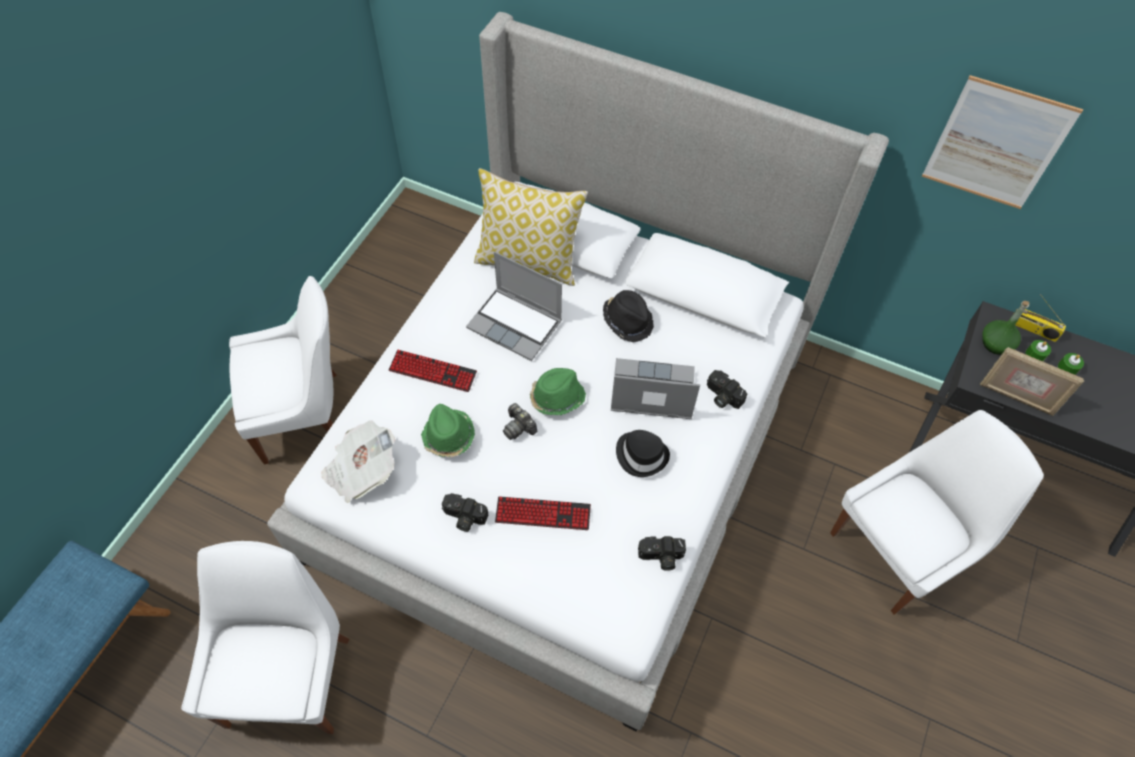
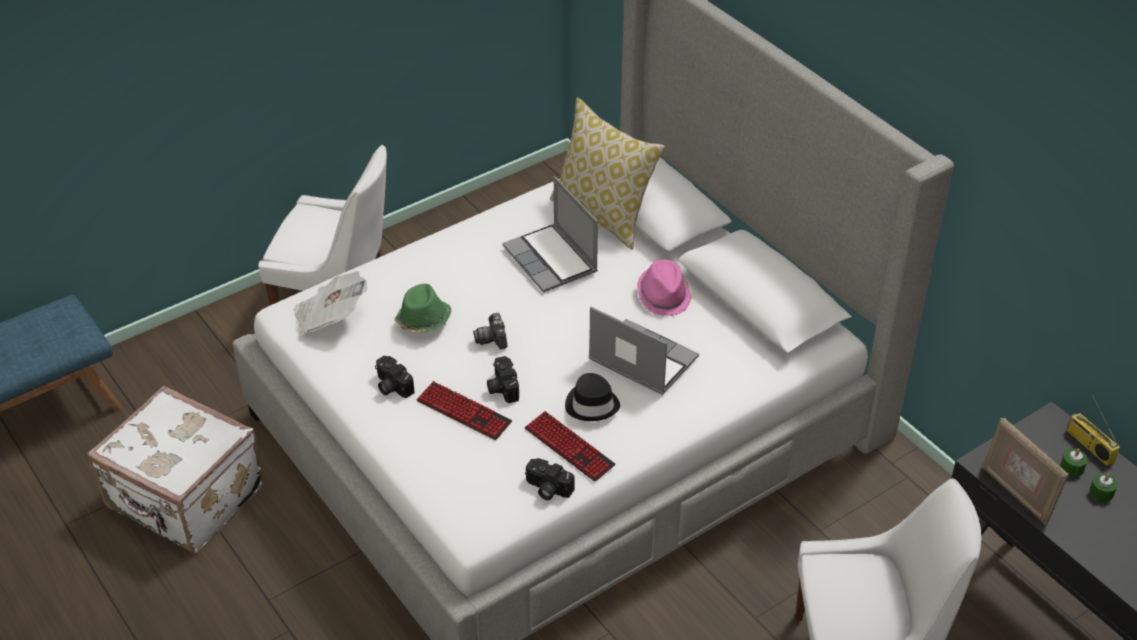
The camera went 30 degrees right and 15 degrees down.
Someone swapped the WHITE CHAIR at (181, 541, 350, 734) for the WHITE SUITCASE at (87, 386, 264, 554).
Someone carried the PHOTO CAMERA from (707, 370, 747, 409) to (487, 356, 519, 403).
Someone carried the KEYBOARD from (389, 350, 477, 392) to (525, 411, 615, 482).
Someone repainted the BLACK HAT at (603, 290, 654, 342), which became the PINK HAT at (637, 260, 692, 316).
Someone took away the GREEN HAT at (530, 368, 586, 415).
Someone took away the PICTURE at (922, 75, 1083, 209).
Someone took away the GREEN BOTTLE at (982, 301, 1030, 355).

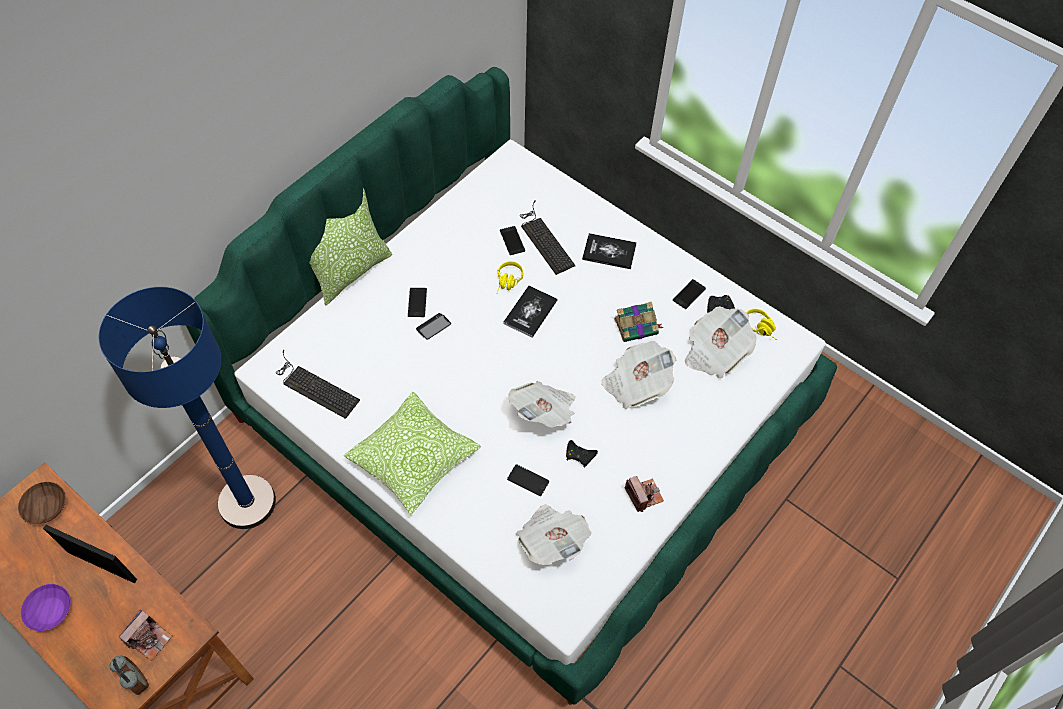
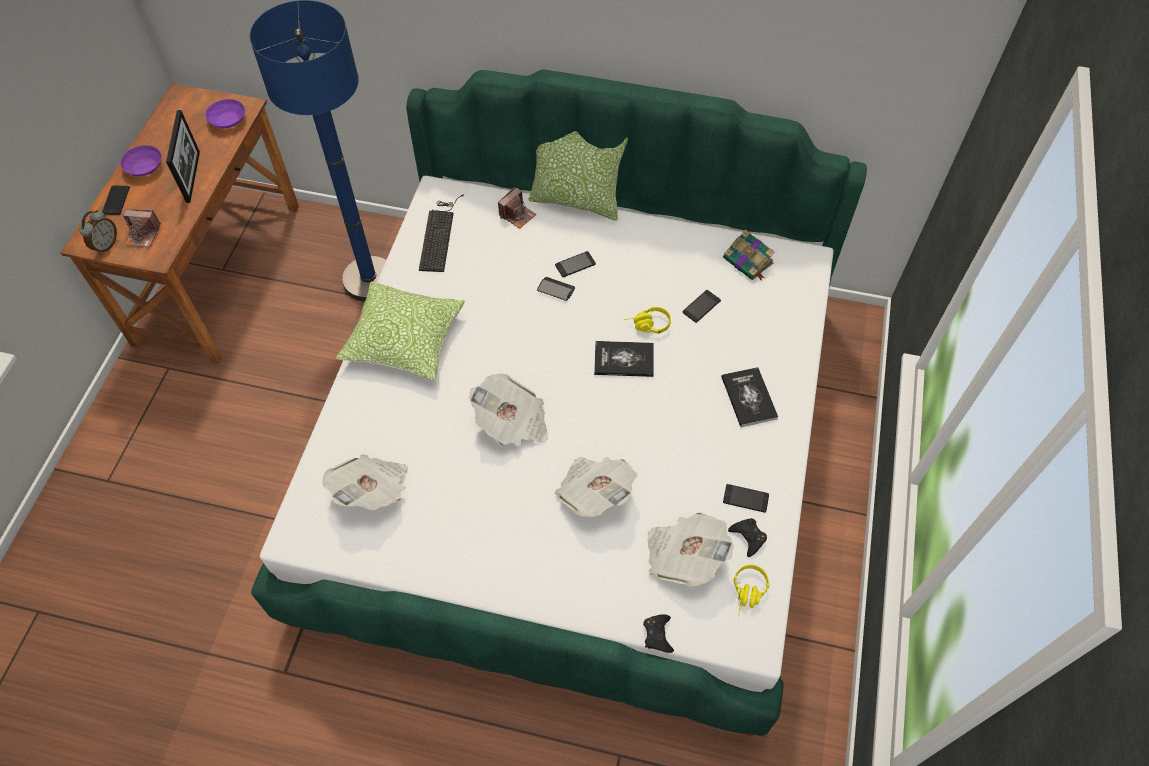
The camera went 65 degrees right and 0 degrees up.
Someone carried the PHONE from (507, 464, 549, 496) to (102, 186, 130, 215).
Someone repainted the BROWN BOWL at (18, 482, 65, 524), which became the PURPLE BOWL at (205, 99, 245, 128).
Someone carried the PHOTO CAMERA from (625, 476, 664, 512) to (498, 187, 536, 229).
Someone carried the BLACK GAME CONTROLLER from (566, 440, 598, 468) to (643, 614, 674, 653).
Someone carried the BOOK from (614, 302, 664, 342) to (723, 229, 775, 281).
Someone took away the KEYBOARD at (520, 201, 575, 275).

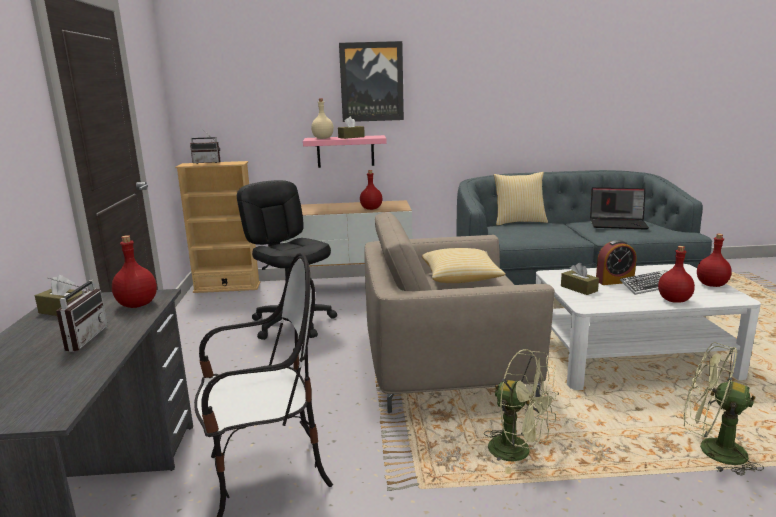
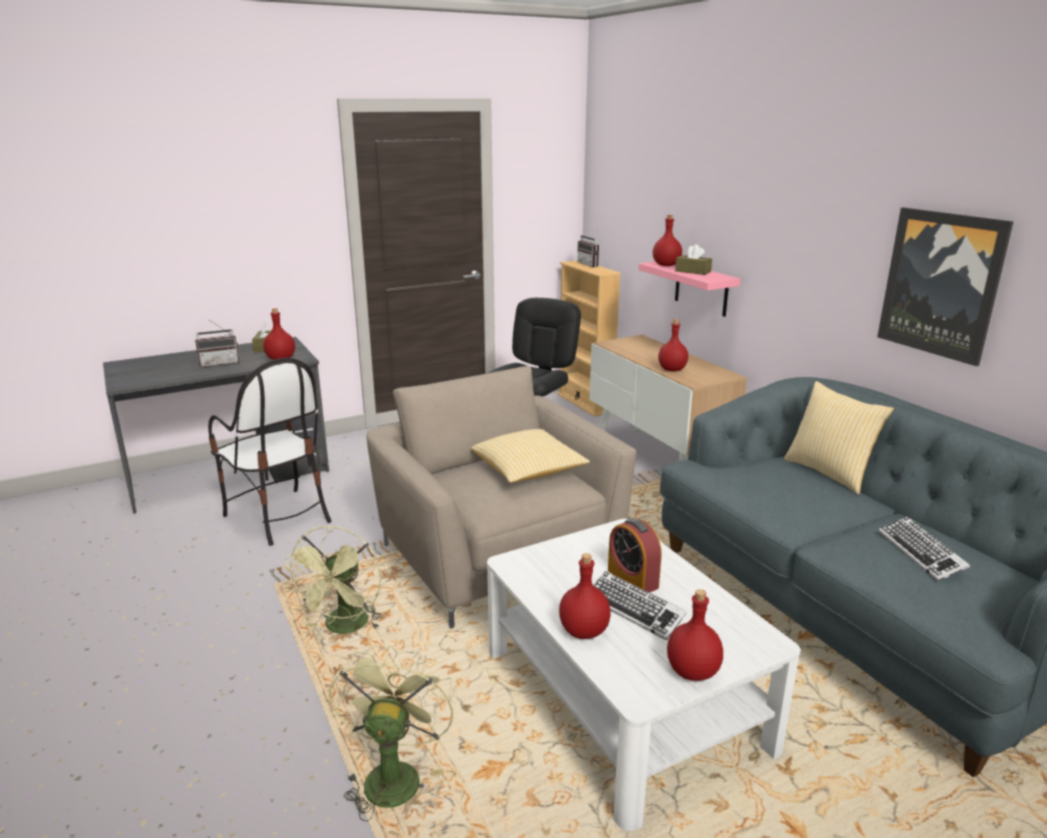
The camera went 65 degrees right and 5 degrees up.
Someone repainted the BEIGE BOTTLE at (311, 98, 334, 139), which became the RED BOTTLE at (653, 214, 682, 266).
Someone carried the PICTURE from (339, 41, 404, 122) to (877, 207, 1014, 366).
Someone swapped the LAPTOP at (590, 187, 649, 230) for the KEYBOARD at (879, 516, 970, 581).
Someone took away the BROWN TISSUE BOX at (561, 263, 599, 295).

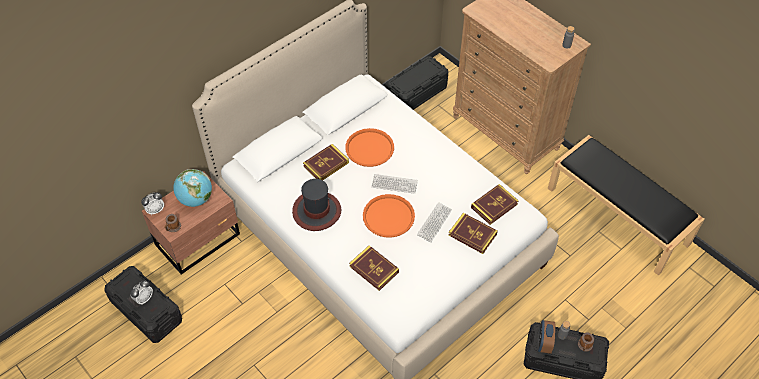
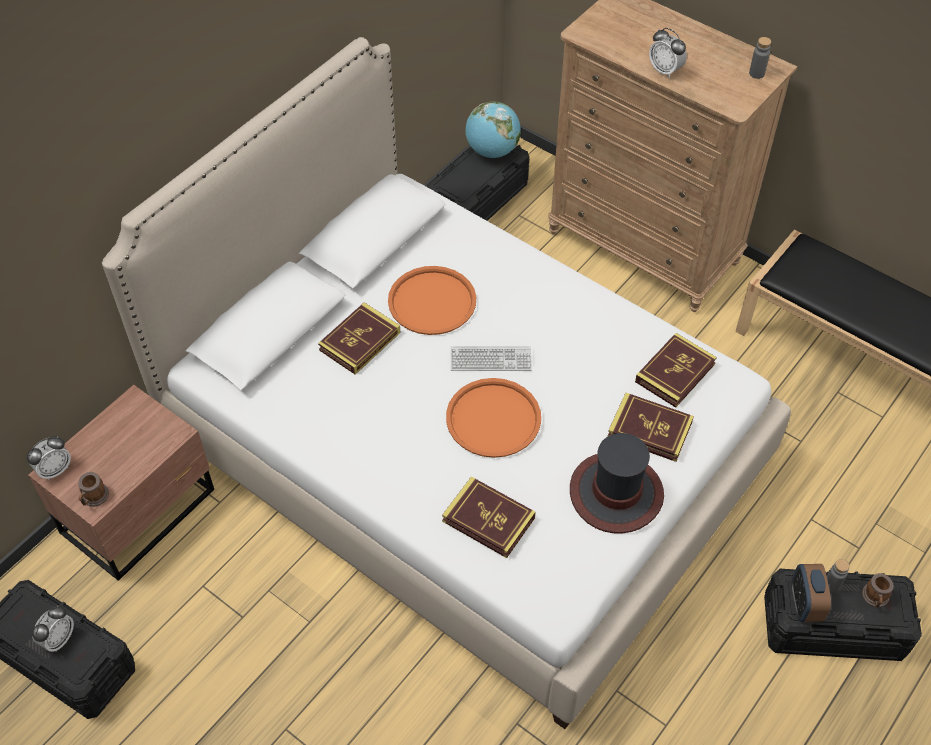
The camera went 10 degrees left and 0 degrees up.
Someone carried the GLOBE from (174, 169, 212, 207) to (465, 102, 521, 158).
Someone carried the HAT from (292, 179, 341, 231) to (570, 433, 664, 534).
Someone put down the ALARM CLOCK at (649, 28, 687, 78).
Someone took away the KEYBOARD at (417, 202, 452, 242).

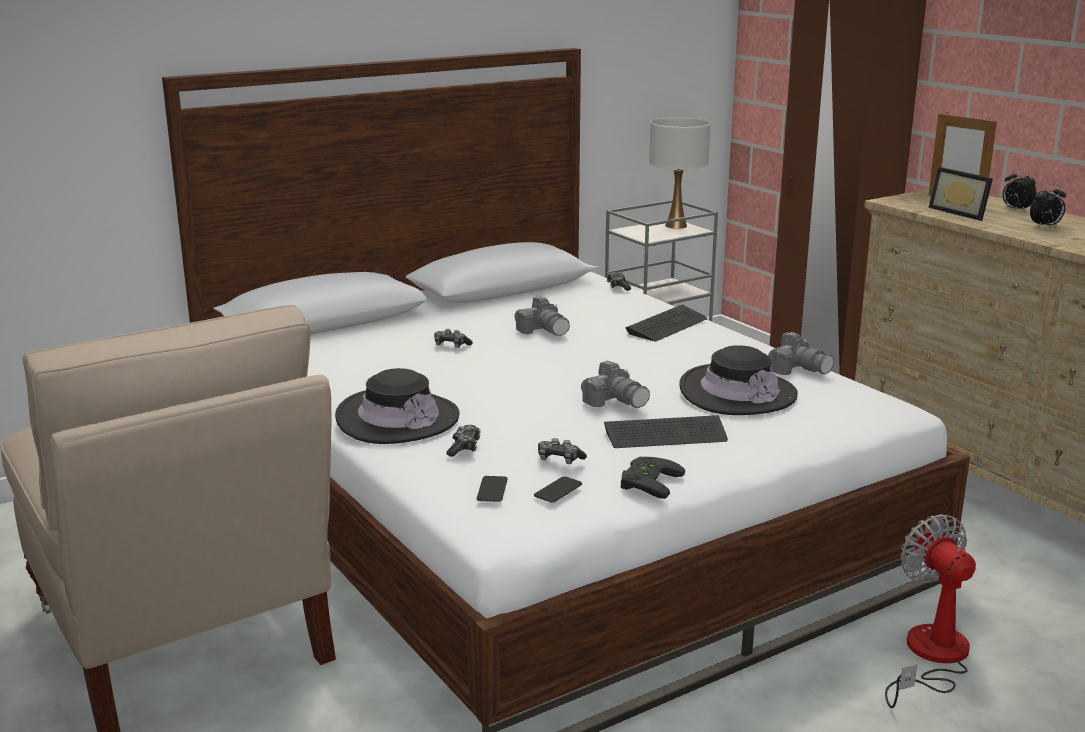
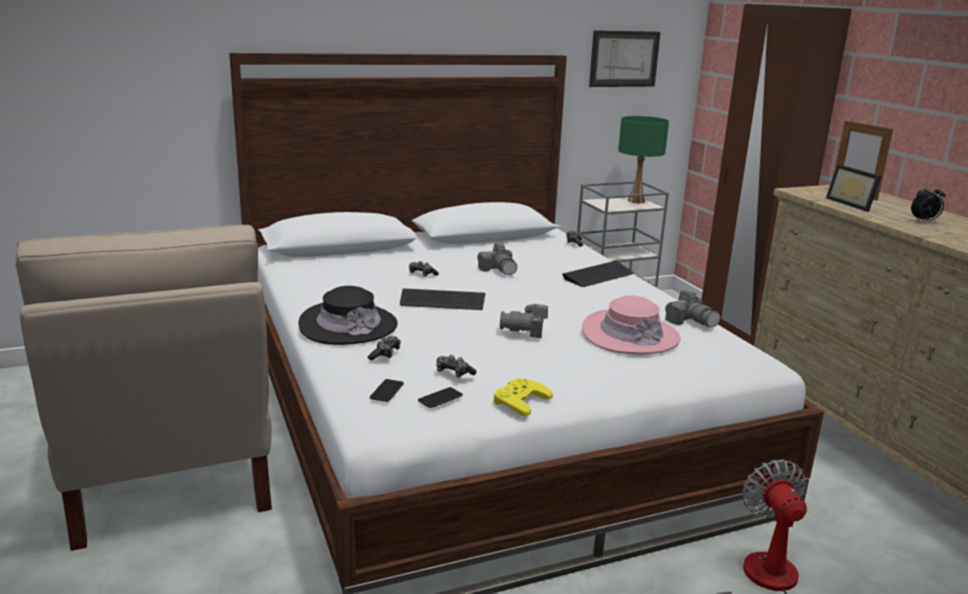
The camera went 10 degrees right and 0 degrees up.
Someone carried the KEYBOARD from (604, 415, 728, 448) to (400, 288, 486, 310).
Someone repainted the BLACK GAME CONTROLLER at (621, 457, 685, 499), which became the YELLOW GAME CONTROLLER at (493, 378, 553, 417).
Someone rotated the PHOTO CAMERA at (581, 361, 650, 408) by 120 degrees clockwise.
Someone repainted the BLACK HAT at (679, 345, 798, 415), which became the PINK HAT at (582, 295, 680, 354).
Someone put up the PICTURE at (589, 30, 661, 87).
Someone repainted the WHITE TABLE LAMP at (649, 117, 711, 229), which became the GREEN TABLE LAMP at (618, 116, 669, 203).
Someone took away the ALARM CLOCK at (1002, 169, 1037, 212).

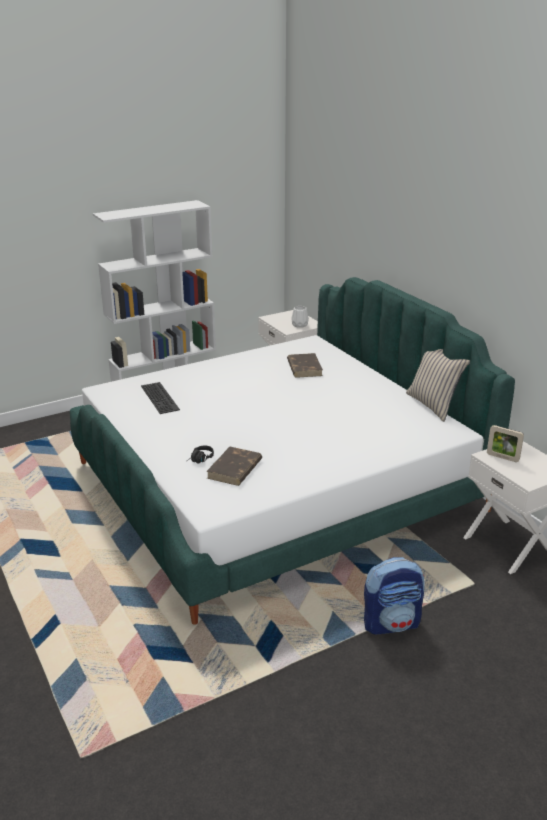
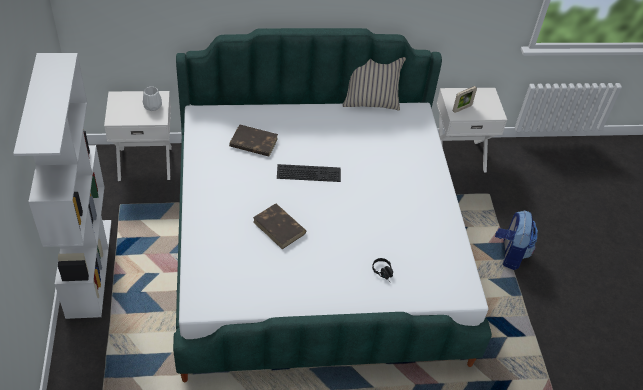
The camera went 70 degrees left and 20 degrees up.
Someone carried the BROWN BOOK from (206, 447, 262, 486) to (253, 204, 306, 249).
Someone carried the KEYBOARD from (141, 382, 180, 414) to (277, 164, 341, 182).

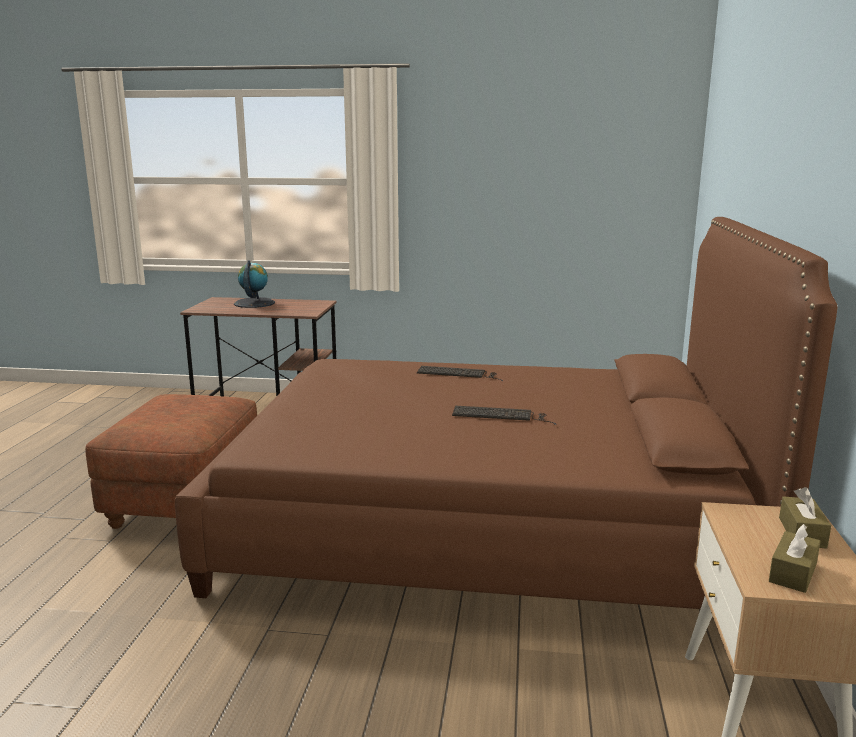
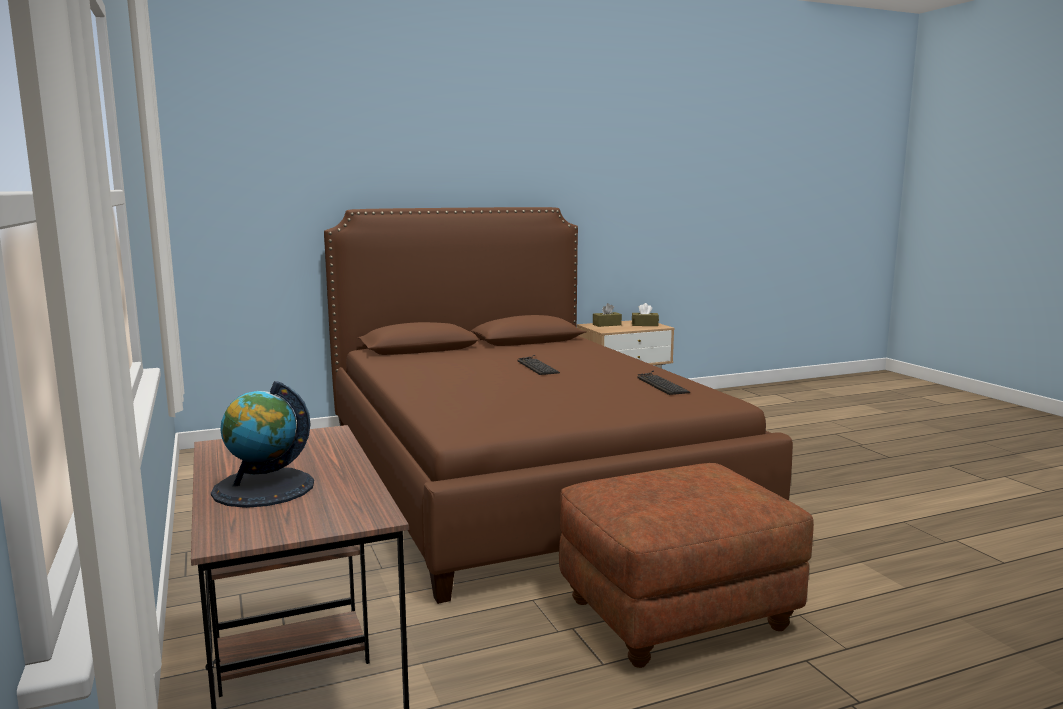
The camera went 120 degrees left and 5 degrees down.
Someone carried the KEYBOARD from (417, 366, 503, 381) to (637, 370, 690, 395).

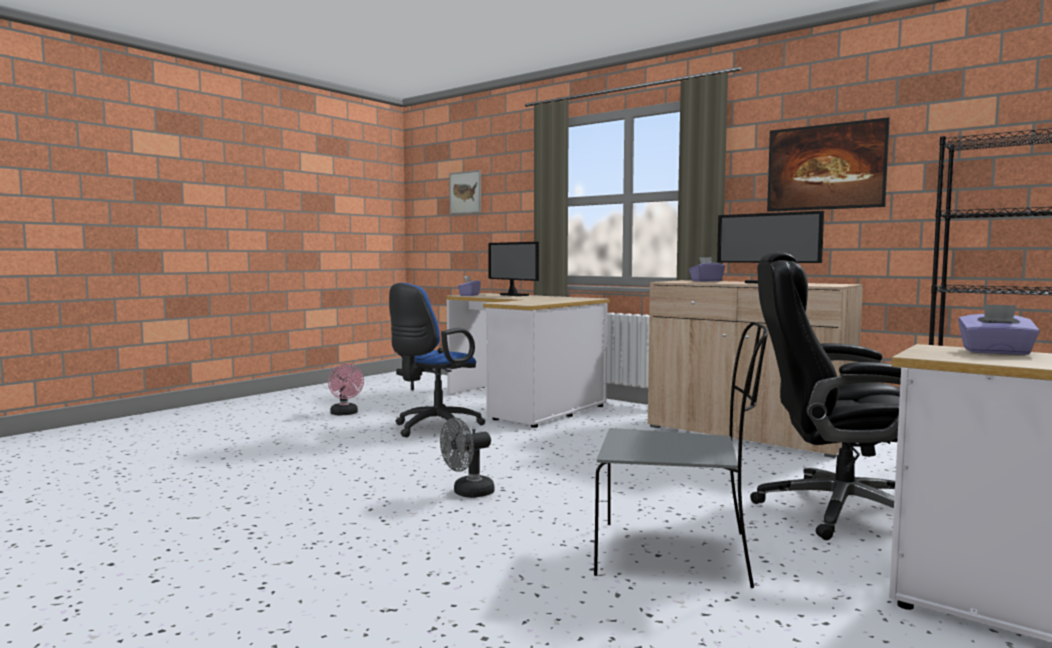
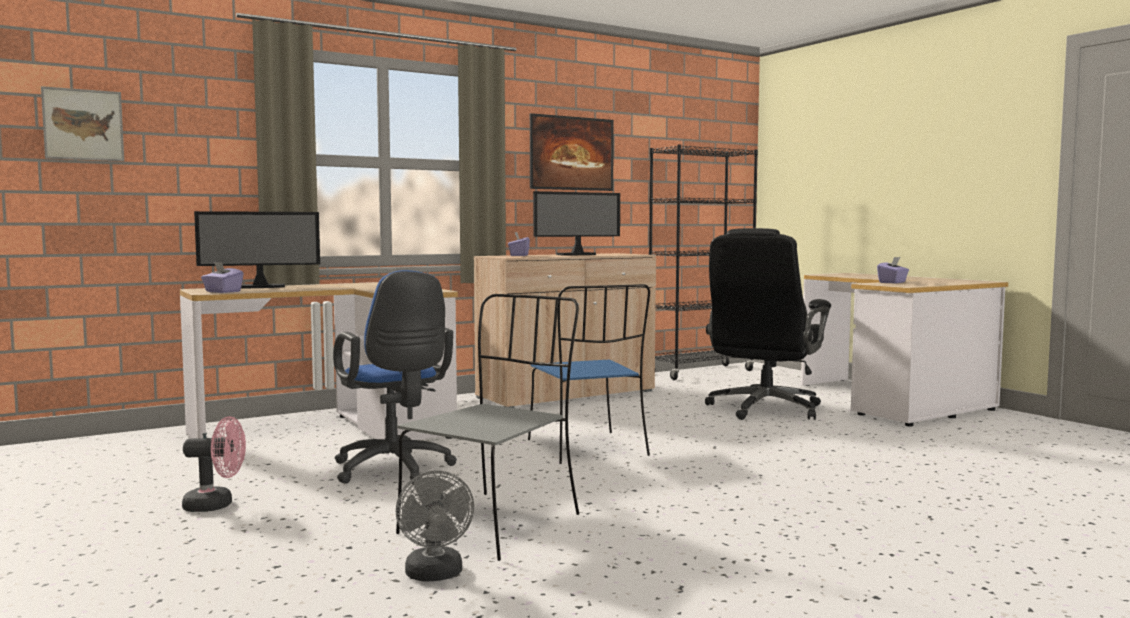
The camera went 70 degrees left and 0 degrees up.
Someone carried the GREY CHAIR from (594, 322, 768, 588) to (396, 294, 579, 561).
Someone carried the GREY FAN from (440, 418, 495, 498) to (396, 471, 474, 582).
Someone put down the BLUE CHAIR at (528, 284, 650, 464).

